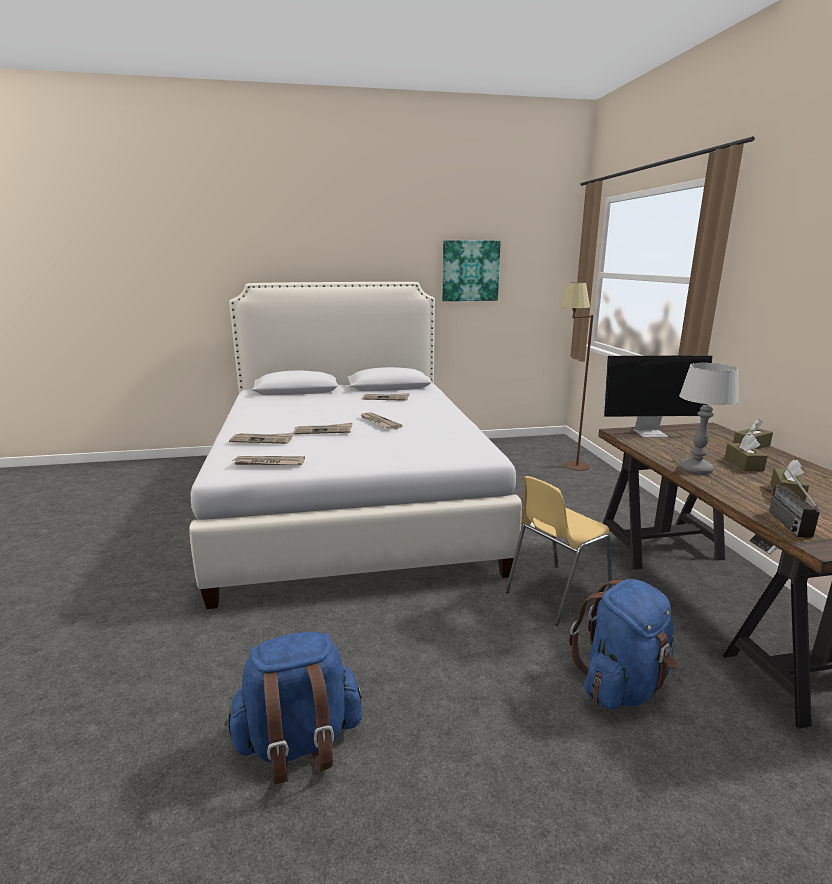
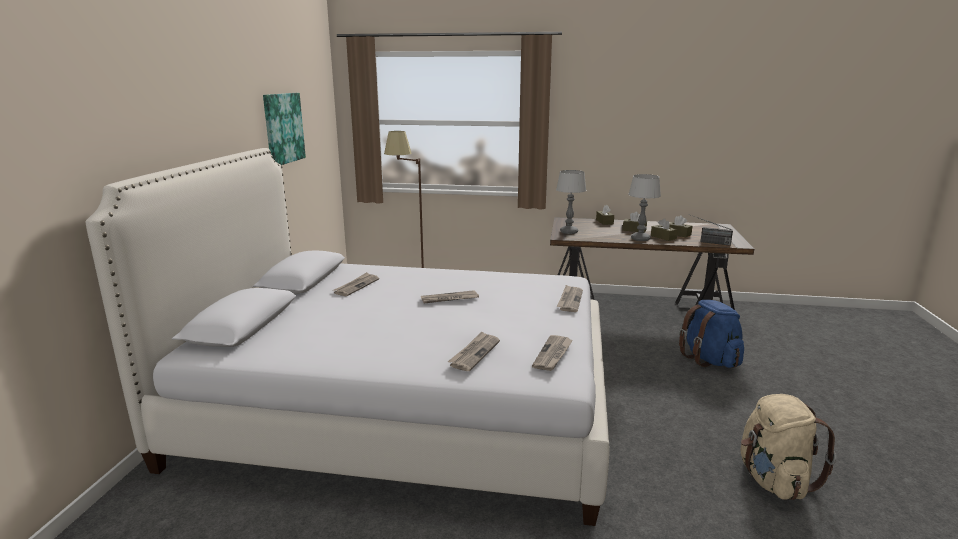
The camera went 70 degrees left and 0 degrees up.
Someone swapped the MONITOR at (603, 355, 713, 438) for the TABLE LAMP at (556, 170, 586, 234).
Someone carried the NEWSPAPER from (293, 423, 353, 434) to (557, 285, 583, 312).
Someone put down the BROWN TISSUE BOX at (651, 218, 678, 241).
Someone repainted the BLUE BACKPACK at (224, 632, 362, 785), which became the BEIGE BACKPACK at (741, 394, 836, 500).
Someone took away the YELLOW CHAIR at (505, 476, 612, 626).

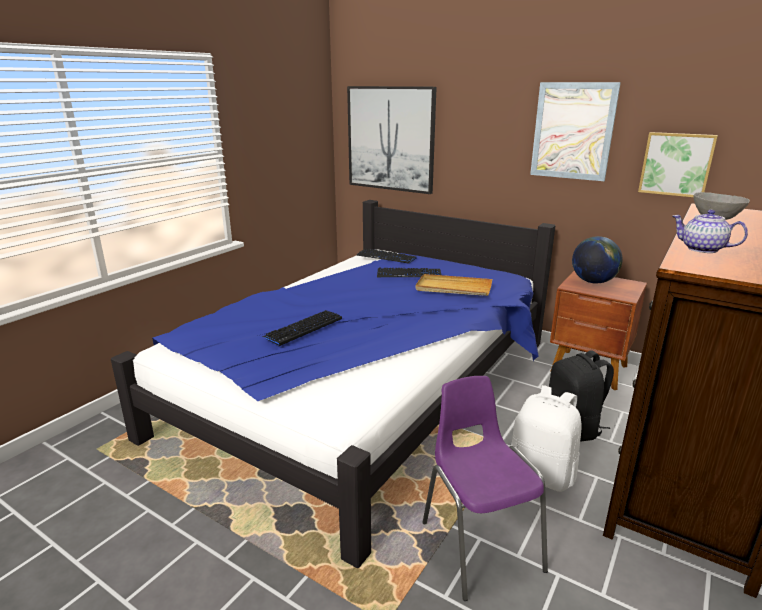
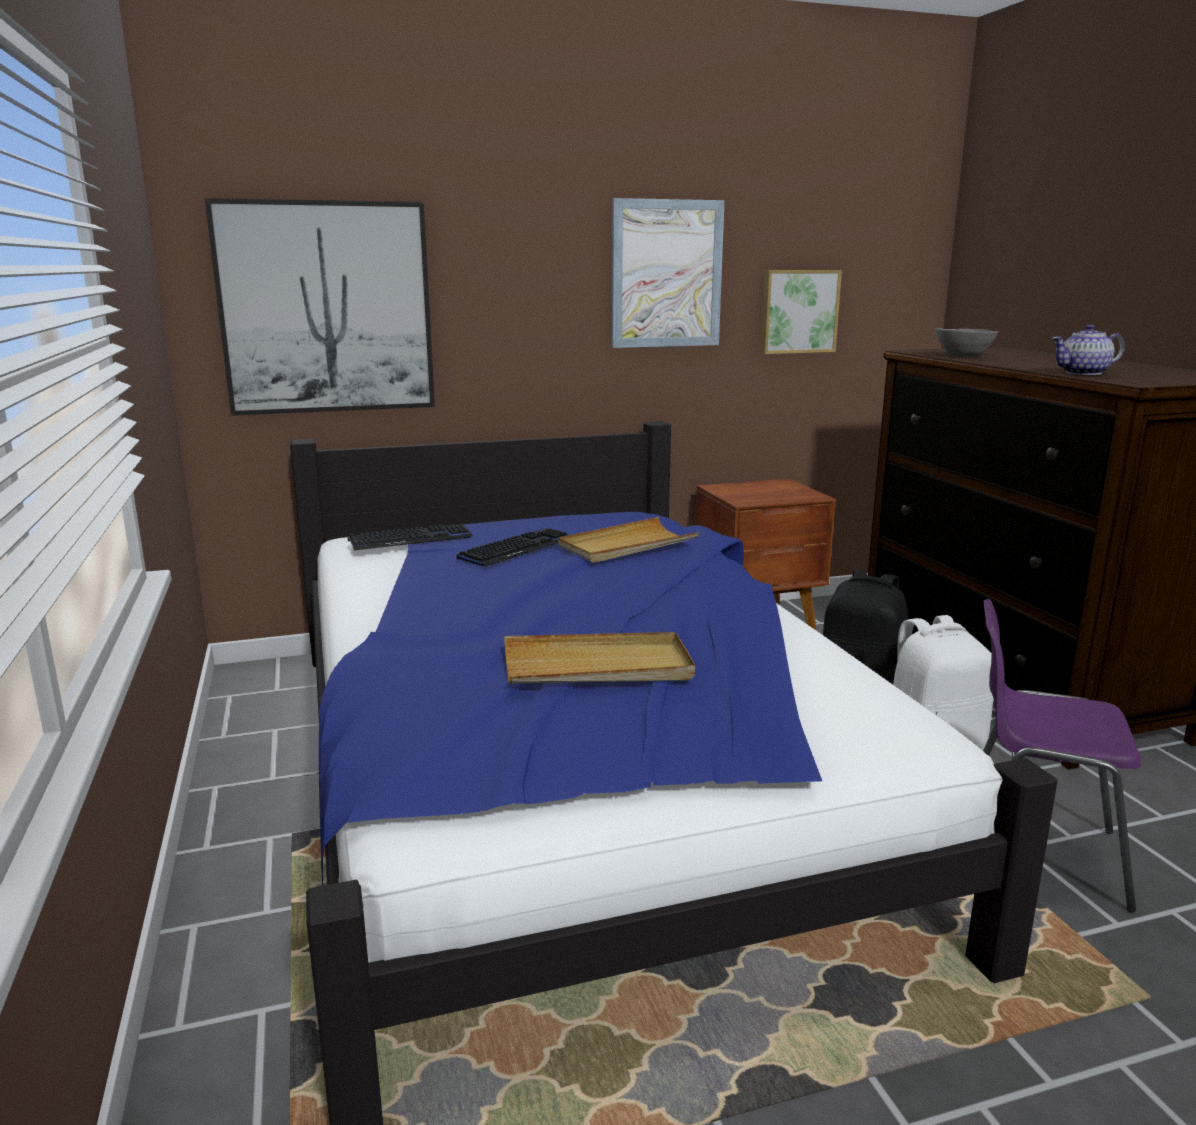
The camera went 50 degrees left and 5 degrees down.
Someone swapped the KEYBOARD at (262, 310, 342, 346) for the BEIGE TRAY at (504, 632, 695, 684).
Someone took away the GLOBE at (572, 236, 623, 284).

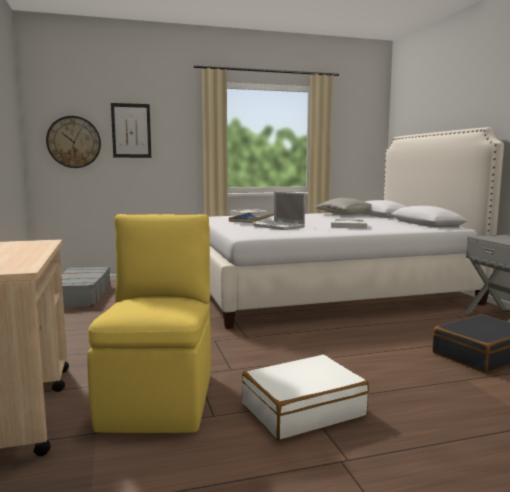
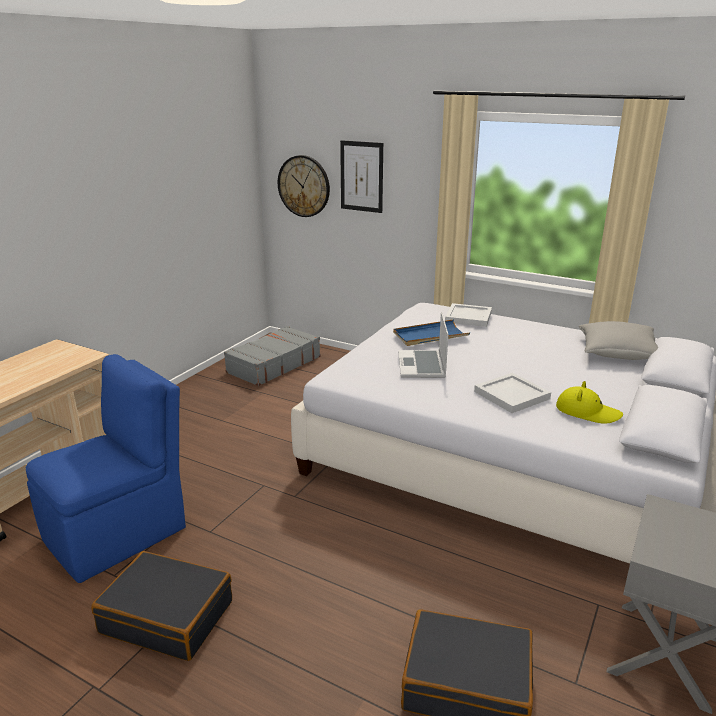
The camera went 45 degrees right and 15 degrees up.
Someone repainted the YELLOW CHAIR at (87, 214, 211, 433), which became the BLUE CHAIR at (26, 354, 186, 583).
Someone repainted the WHITE SUITCASE at (242, 354, 369, 441), which became the BLACK SUITCASE at (91, 551, 232, 661).
Someone put down the YELLOW HAT at (556, 381, 623, 424).

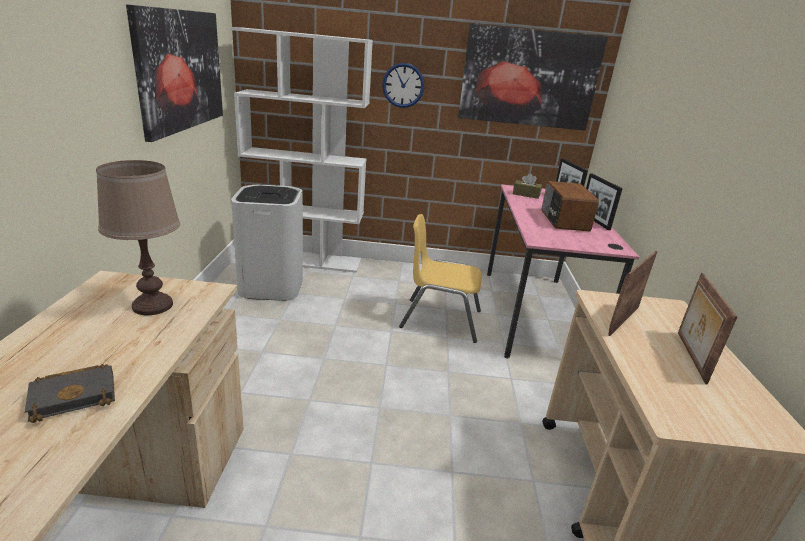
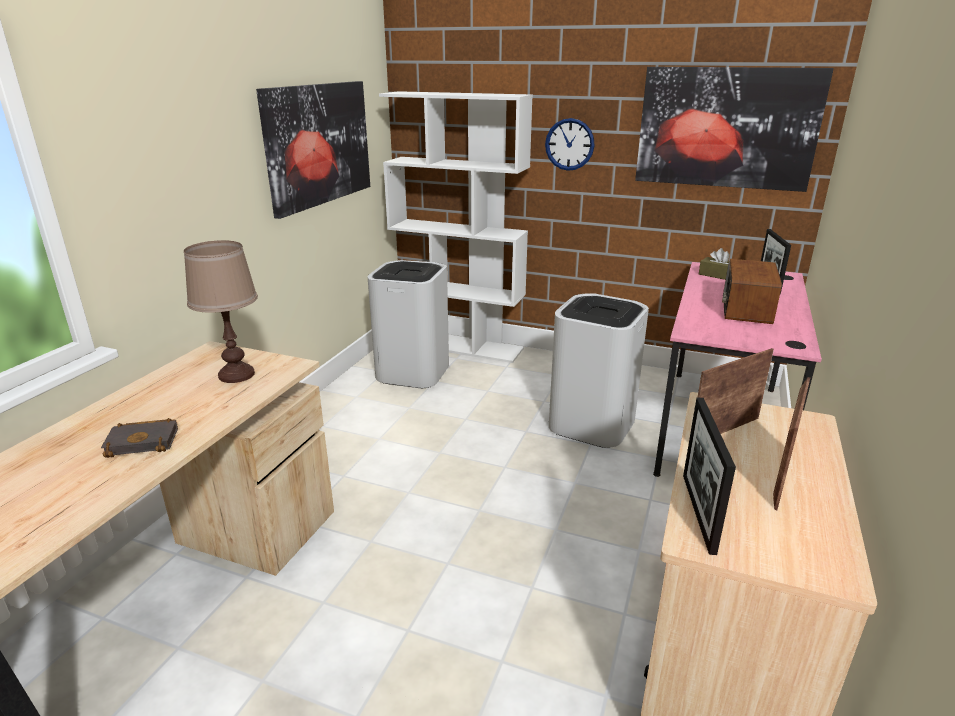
The camera went 20 degrees right and 0 degrees up.
Someone swapped the YELLOW CHAIR at (399, 214, 482, 343) for the WHITE TRASH CAN at (549, 293, 649, 448).
Someone carried the PICTURE FRAME from (586, 173, 623, 230) to (683, 398, 736, 555).

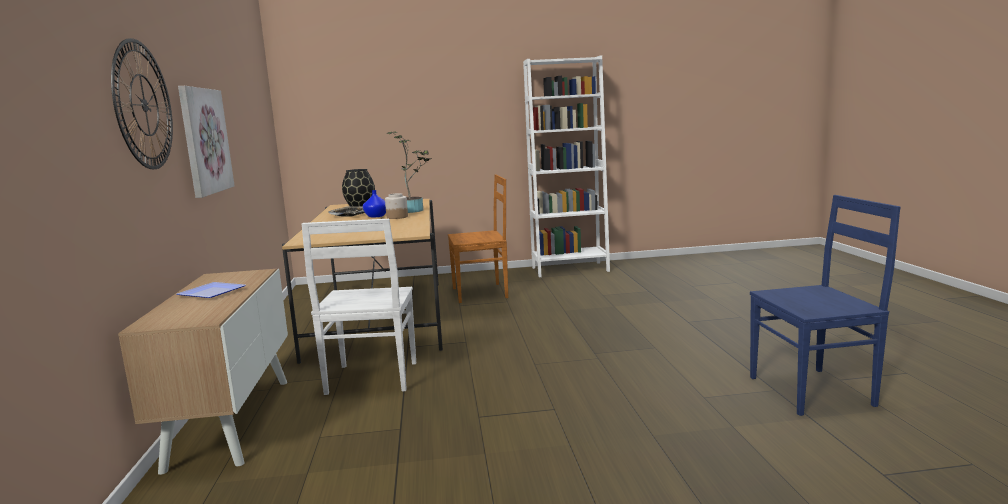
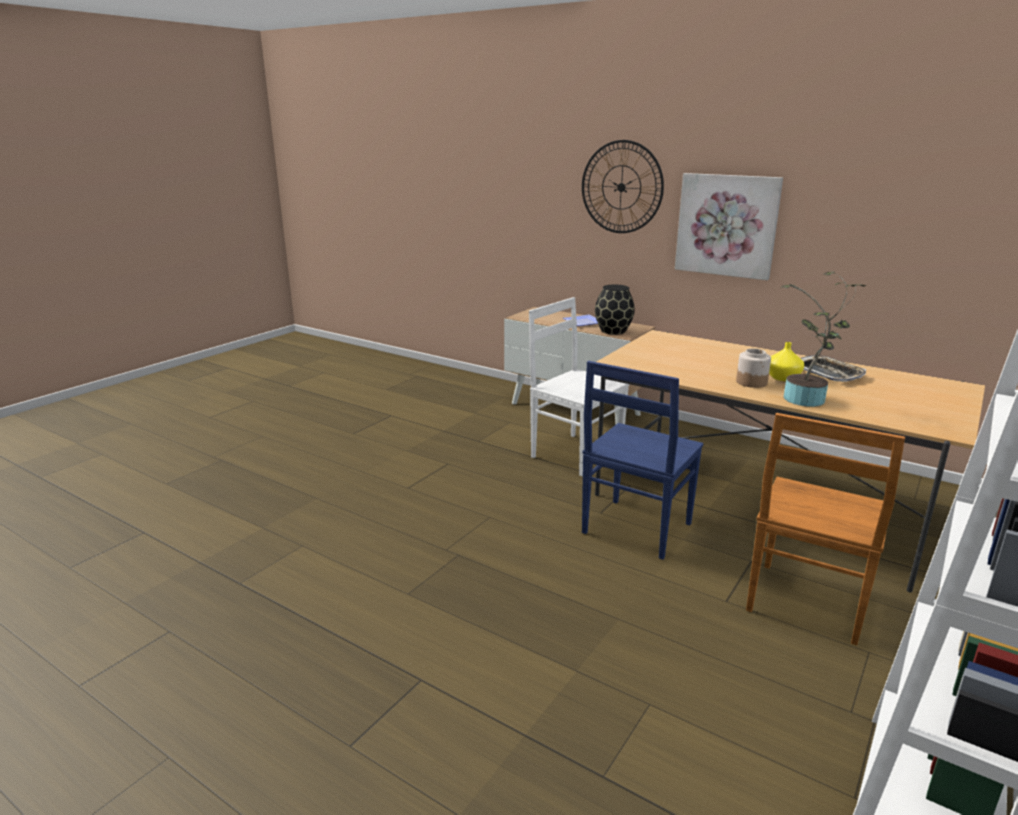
The camera went 130 degrees right and 10 degrees up.
Someone carried the BLUE CHAIR from (750, 195, 901, 416) to (582, 361, 704, 560).
Someone carried the BLACK VASE from (342, 169, 375, 207) to (595, 285, 635, 335).
Someone repainted the BLUE VASE at (363, 190, 386, 218), which became the YELLOW VASE at (769, 342, 804, 381).

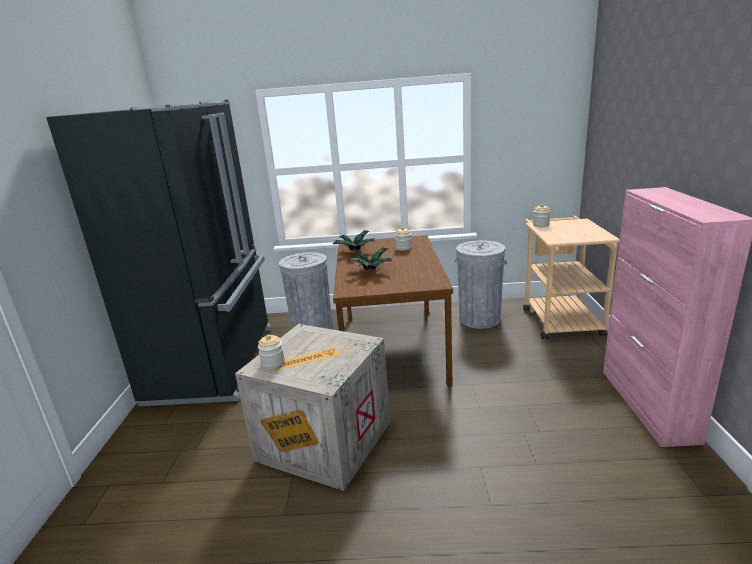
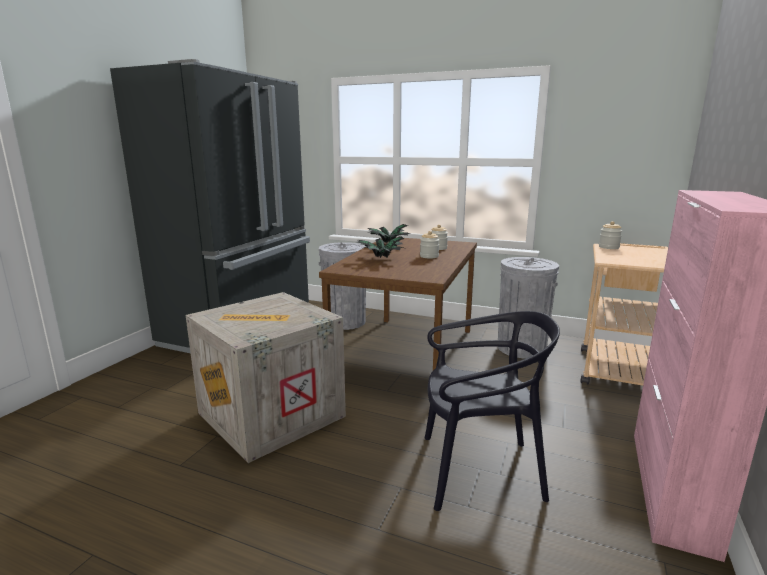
The camera went 20 degrees right and 5 degrees down.
Someone carried the JAR from (258, 335, 285, 369) to (420, 231, 439, 259).
Someone put down the BLACK CHAIR at (425, 311, 560, 511).

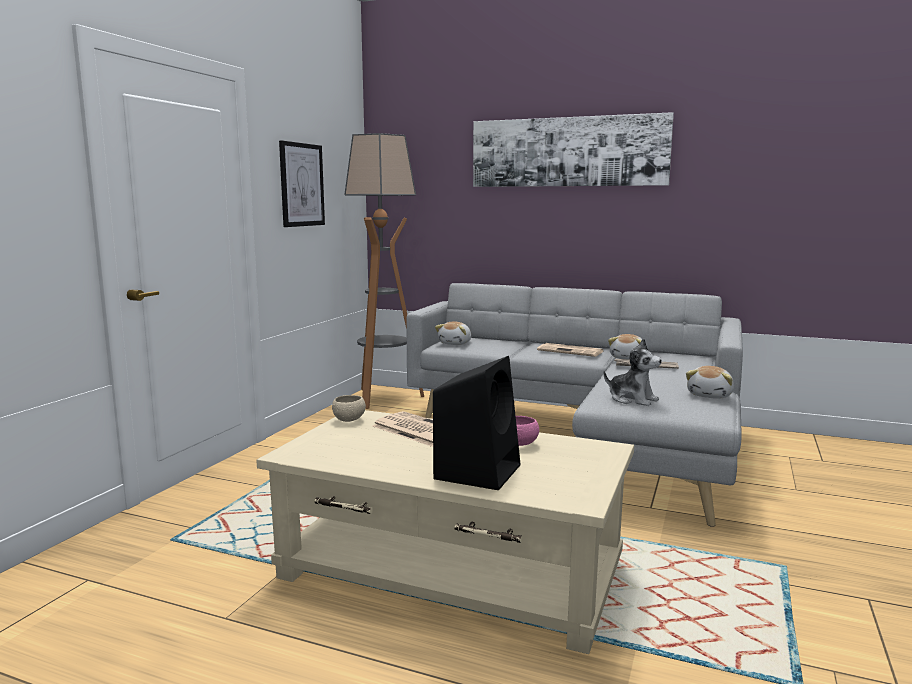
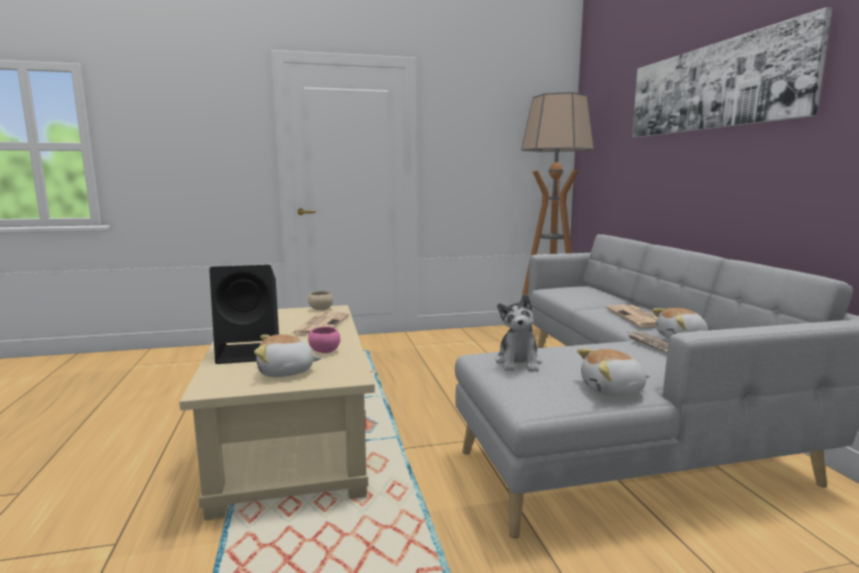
The camera went 55 degrees right and 0 degrees up.
Someone carried the PLUSH TOY from (435, 321, 471, 345) to (254, 334, 321, 377).
Someone took away the PICTURE at (279, 140, 325, 227).

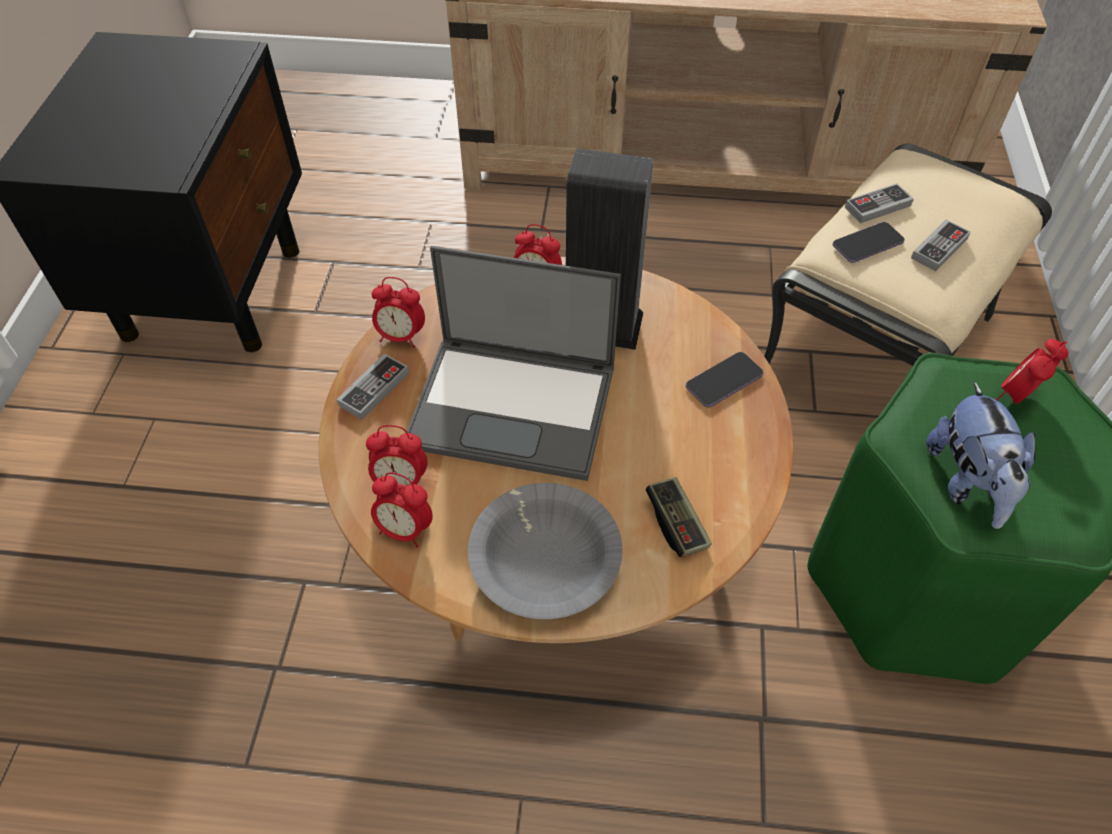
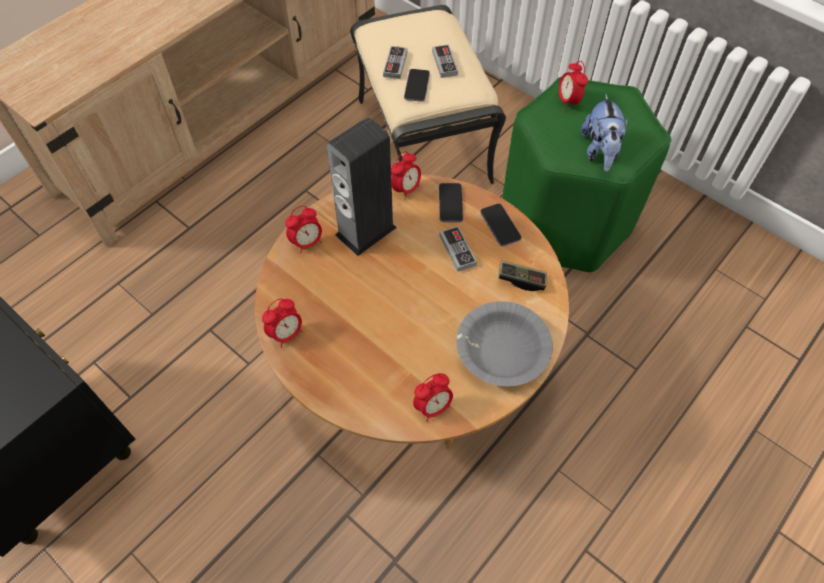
The camera went 55 degrees left and 5 degrees up.
Someone carried the ALARM CLOCK from (366, 425, 428, 486) to (391, 151, 421, 200).
Someone carried the GAME CONTROLLER from (336, 353, 409, 420) to (439, 226, 477, 272).
Someone put down the PHONE at (480, 203, 521, 246).
Someone rotated the PLUSH TOY at (926, 381, 1035, 529) by 60 degrees clockwise.
Someone took away the LAPTOP at (407, 246, 621, 481).

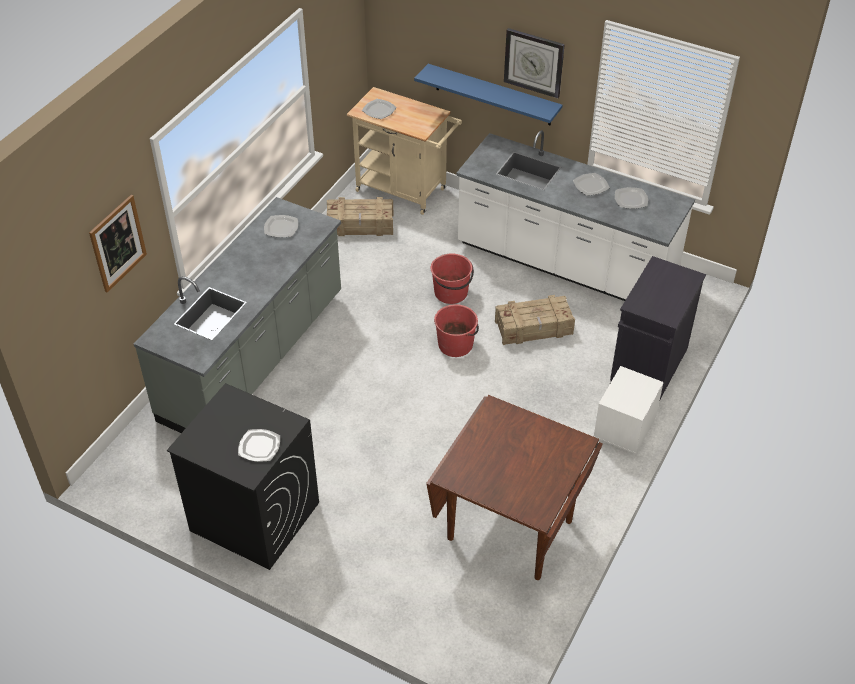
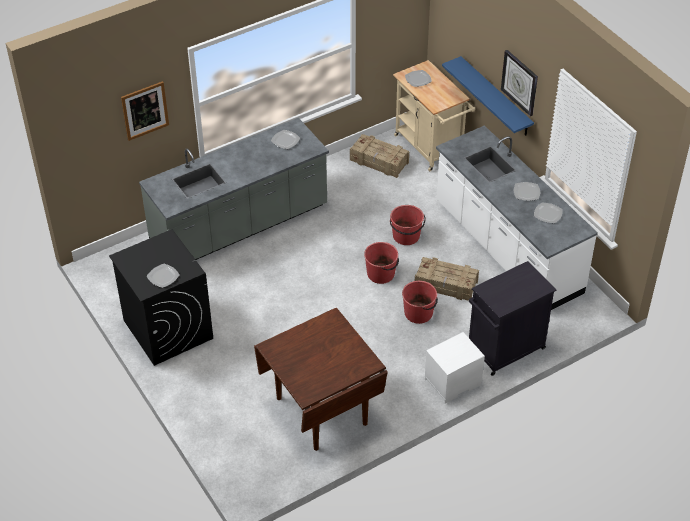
The camera went 30 degrees right and 0 degrees up.
Someone put down the RED BUCKET at (402, 281, 438, 324).

